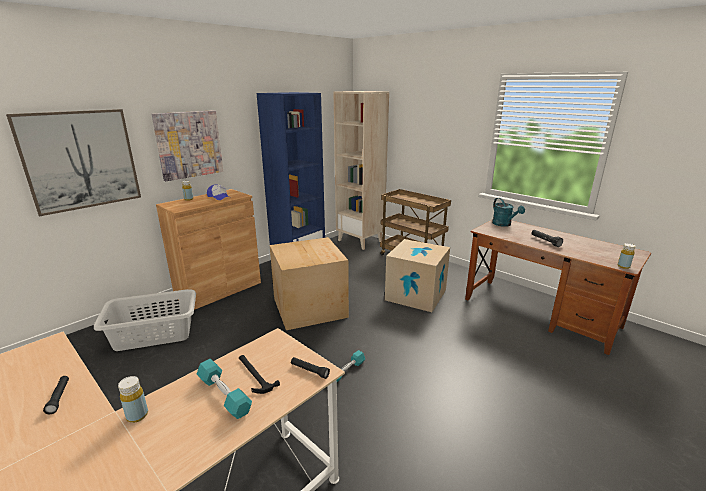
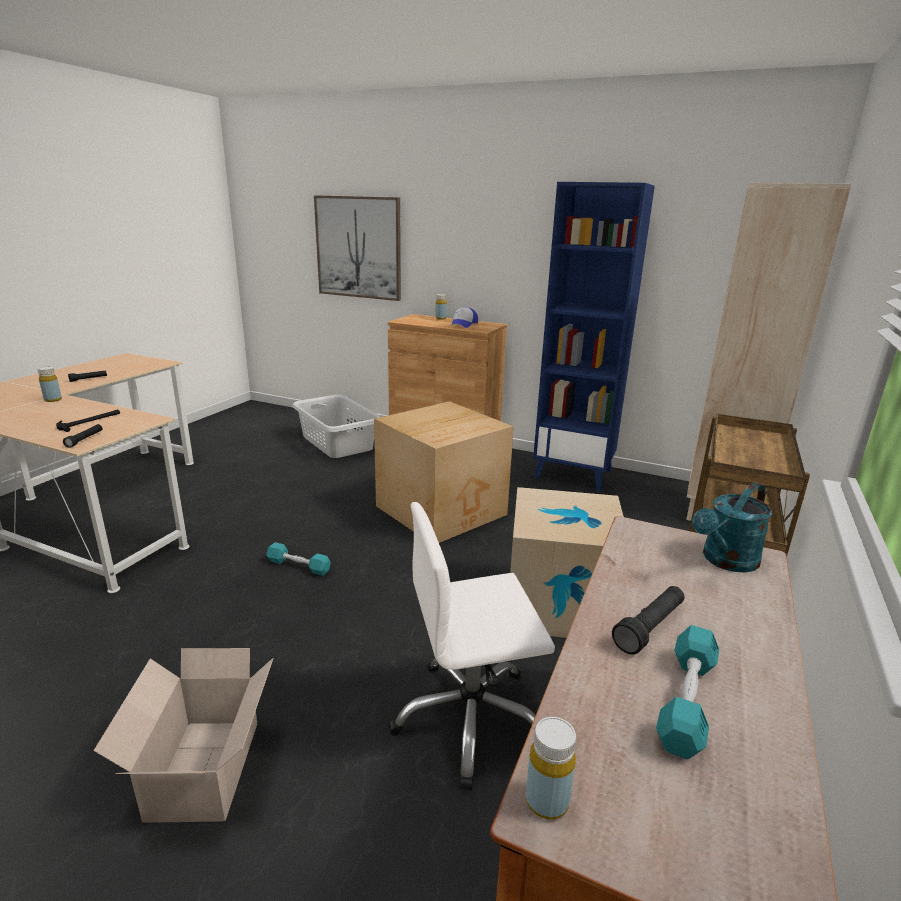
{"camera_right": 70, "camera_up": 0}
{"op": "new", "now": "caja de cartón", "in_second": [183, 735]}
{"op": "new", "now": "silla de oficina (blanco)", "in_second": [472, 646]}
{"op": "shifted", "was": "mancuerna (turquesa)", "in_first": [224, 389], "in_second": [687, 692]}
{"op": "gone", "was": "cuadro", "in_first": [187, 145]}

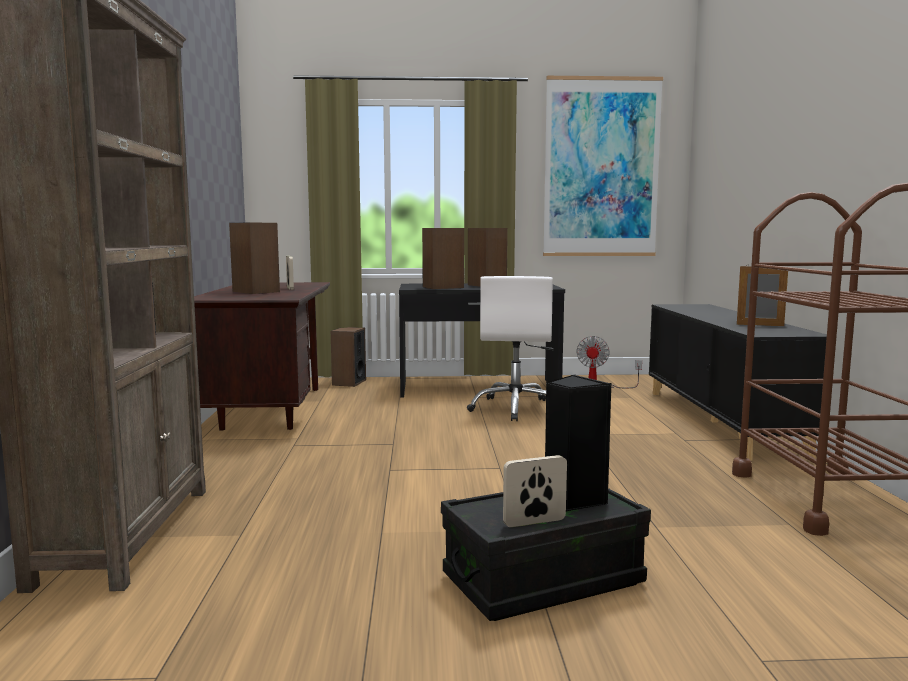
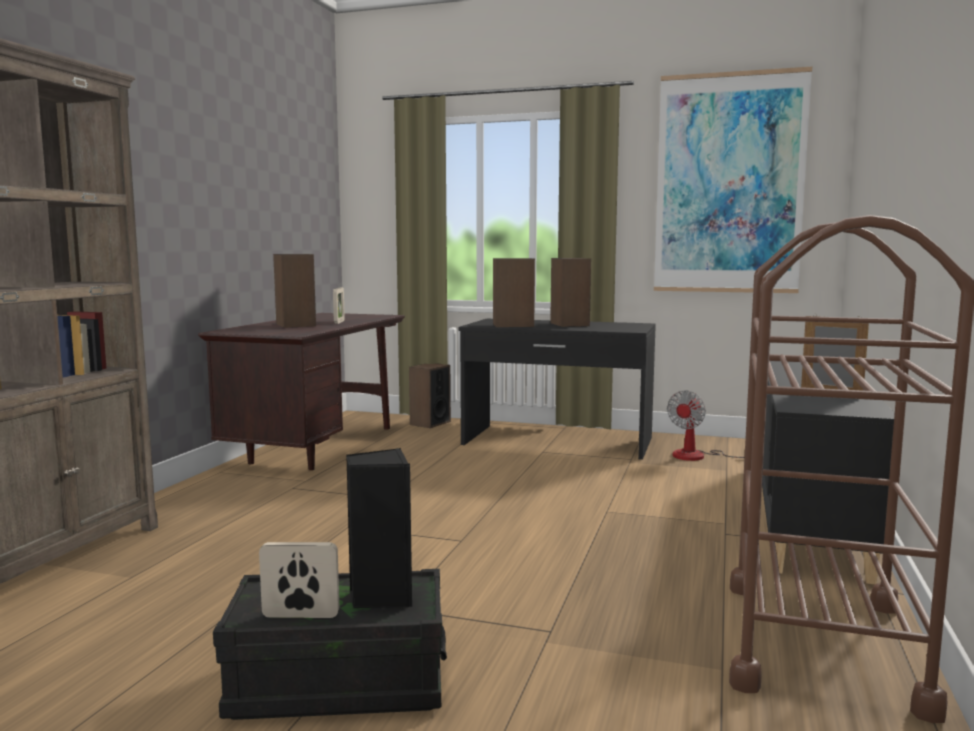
{"camera_right": 20, "camera_up": 0}
{"op": "gone", "was": "silla de oficina (blanco)", "in_first": [510, 348]}

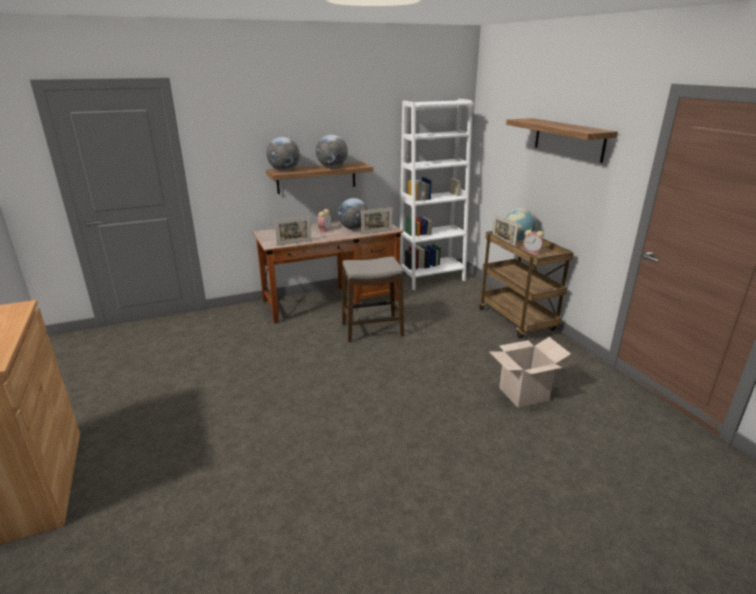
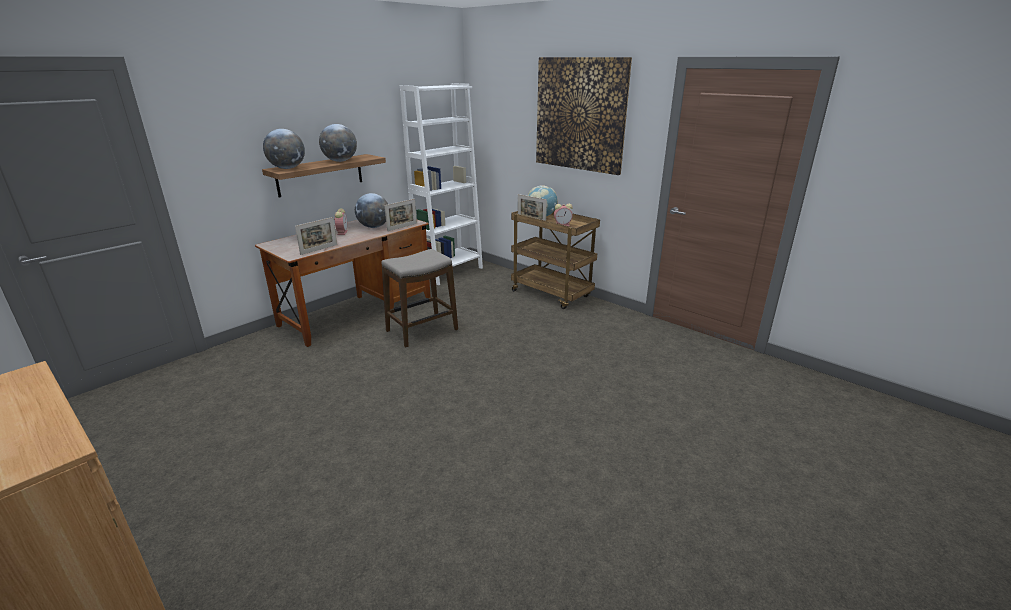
{"camera_right": -25, "camera_up": 0}
{"op": "swapped", "was": "estante", "now": "cuadro", "in_first": [562, 140], "in_second": [584, 116]}
{"op": "gone", "was": "caja de cartón", "in_first": [530, 372]}

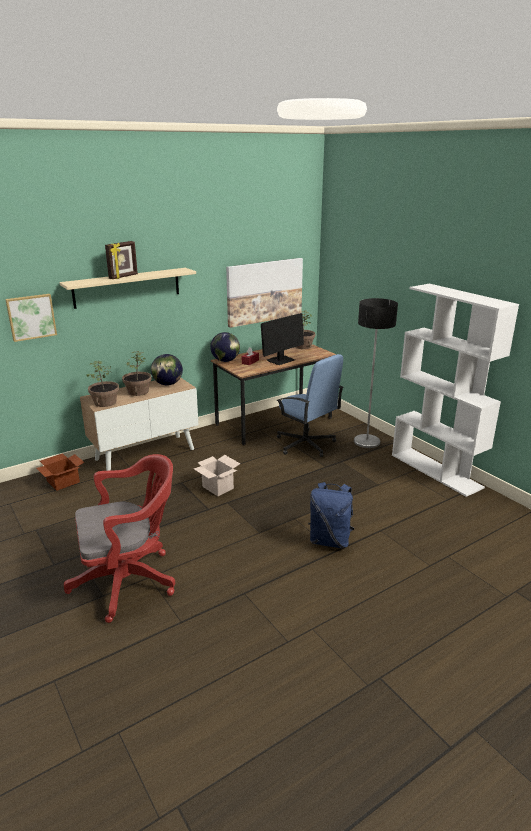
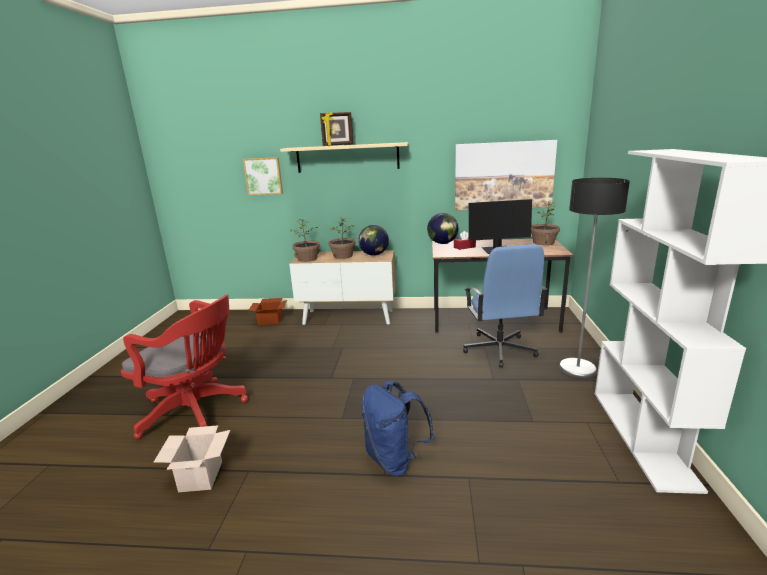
{"camera_right": 40, "camera_up": -5}
{"op": "shifted", "was": "caja de cartón", "in_first": [217, 475], "in_second": [191, 458]}

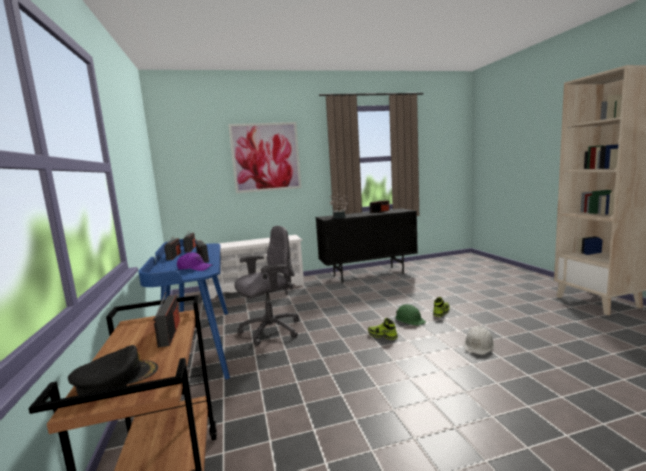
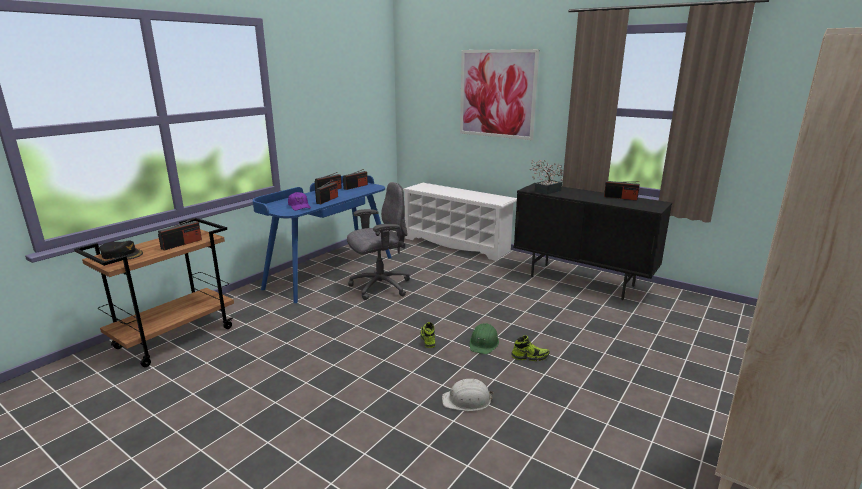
{"camera_right": 50, "camera_up": 10}
{"op": "rotated", "was": "silla de oficina (gris)", "in_first": [266, 286], "in_second": [378, 241], "clockwise": -45}

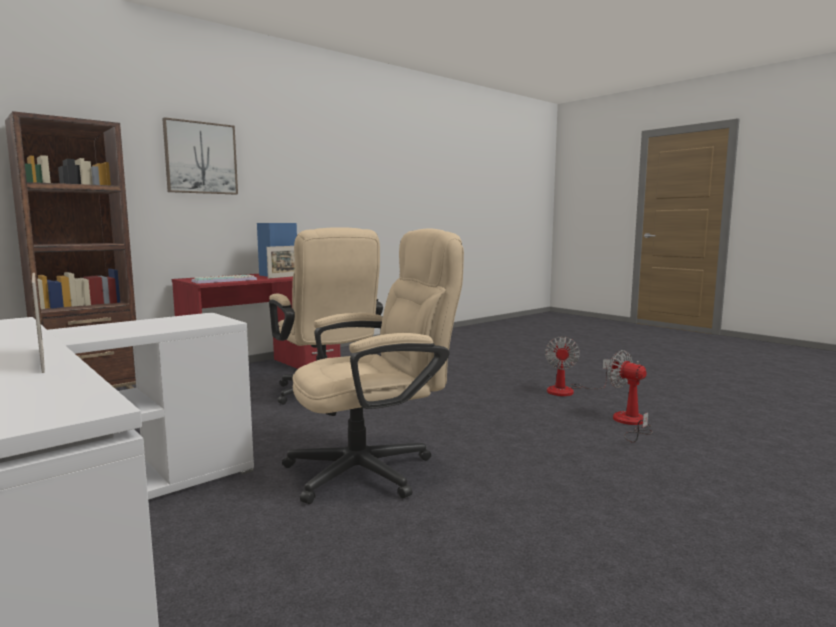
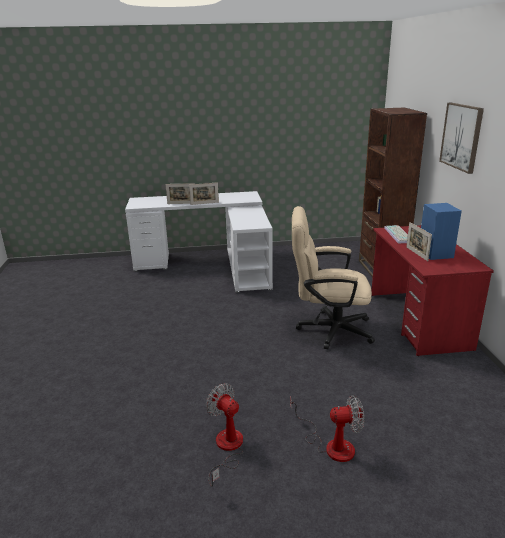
{"camera_right": 125, "camera_up": 15}
{"op": "new", "now": "portarretratos", "in_second": [204, 193]}
{"op": "shifted", "was": "ventilador", "in_first": [630, 396], "in_second": [327, 428]}
{"op": "gone", "was": "silla de oficina (beis)", "in_first": [373, 366]}

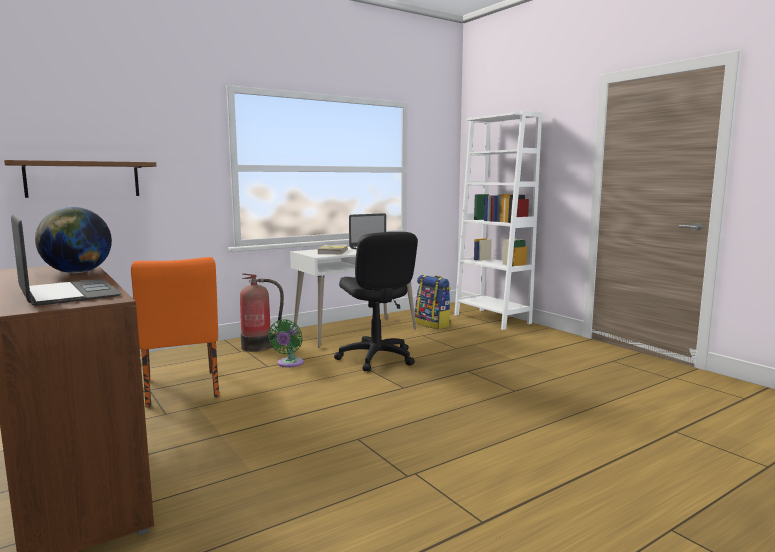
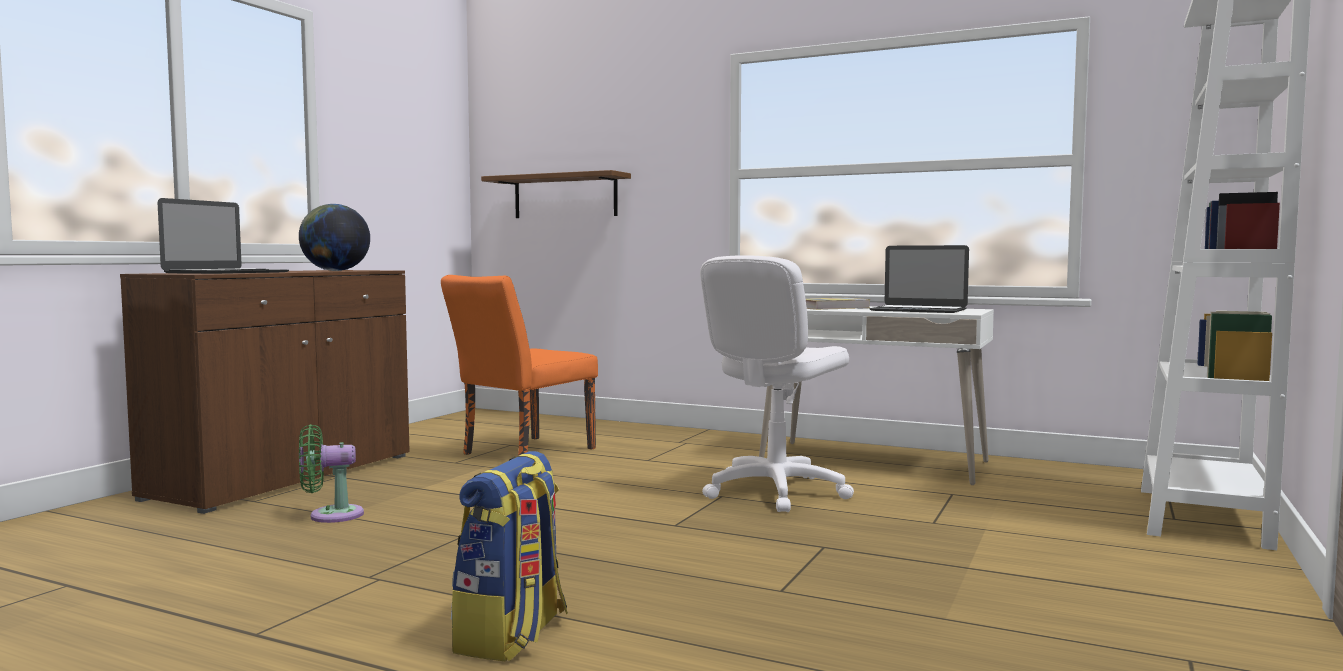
{"camera_right": 60, "camera_up": -5}
{"op": "shifted", "was": "ventilador (verde)", "in_first": [286, 343], "in_second": [331, 473]}
{"op": "shifted", "was": "mochila", "in_first": [433, 302], "in_second": [509, 556]}
{"op": "repainted", "was": "silla de oficina (negro)", "now": "silla de oficina (blanco)", "in_first": [376, 301], "in_second": [777, 383]}
{"op": "gone", "was": "extintor", "in_first": [262, 312]}

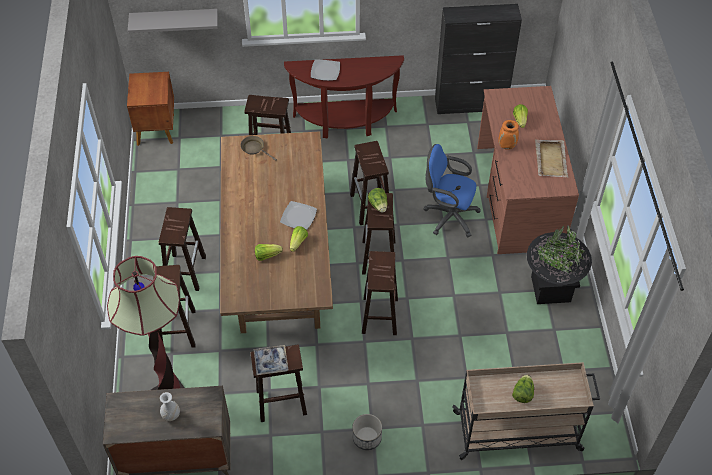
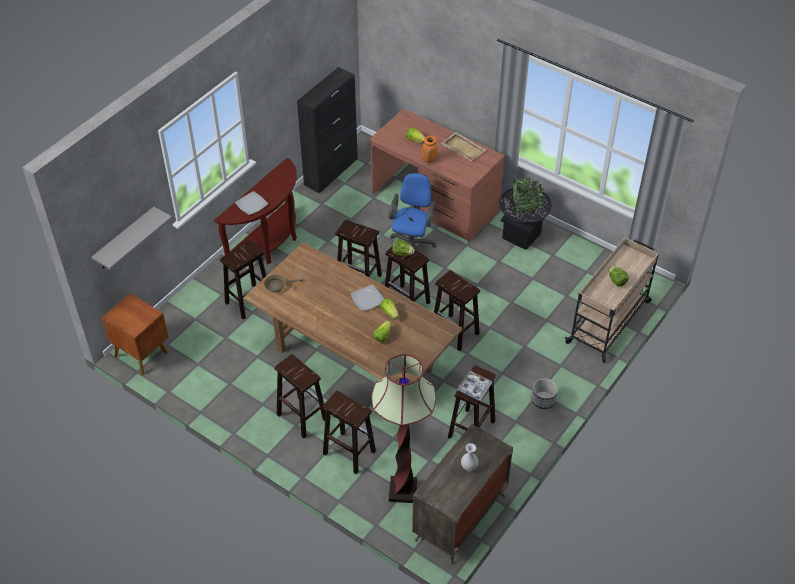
{"camera_right": -50, "camera_up": -5}
{"op": "rotated", "was": "silla de oficina (azul)", "in_first": [452, 190], "in_second": [412, 212], "clockwise": 135}

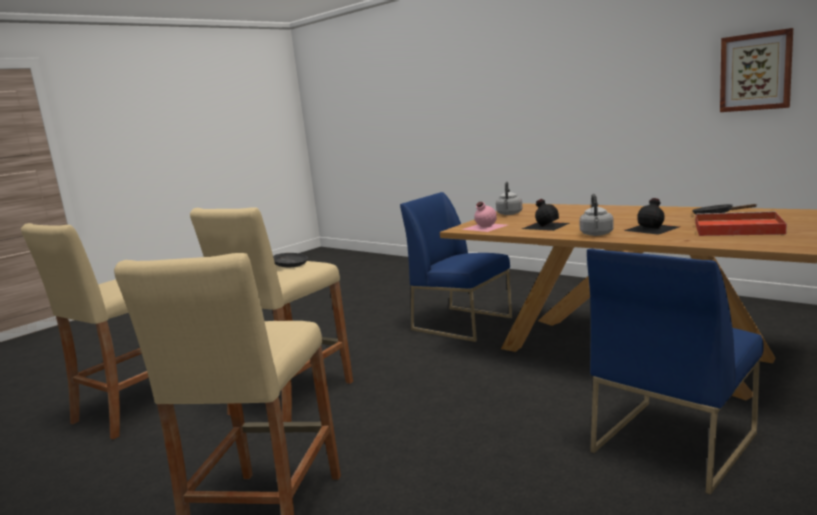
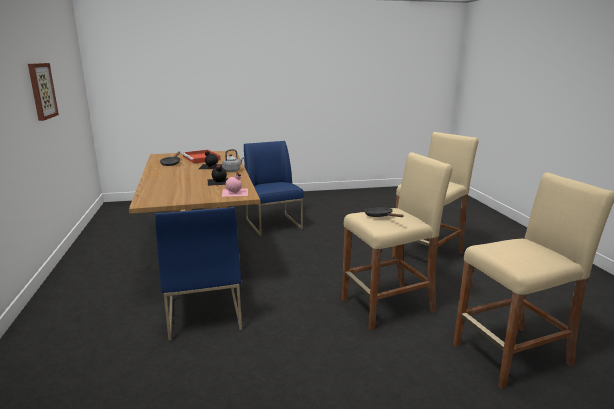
{"camera_right": -145, "camera_up": 5}
{"op": "rotated", "was": "silla (azul)", "in_first": [675, 372], "in_second": [274, 188], "clockwise": -105}
{"op": "gone", "was": "hervidor (gris)", "in_first": [509, 198]}

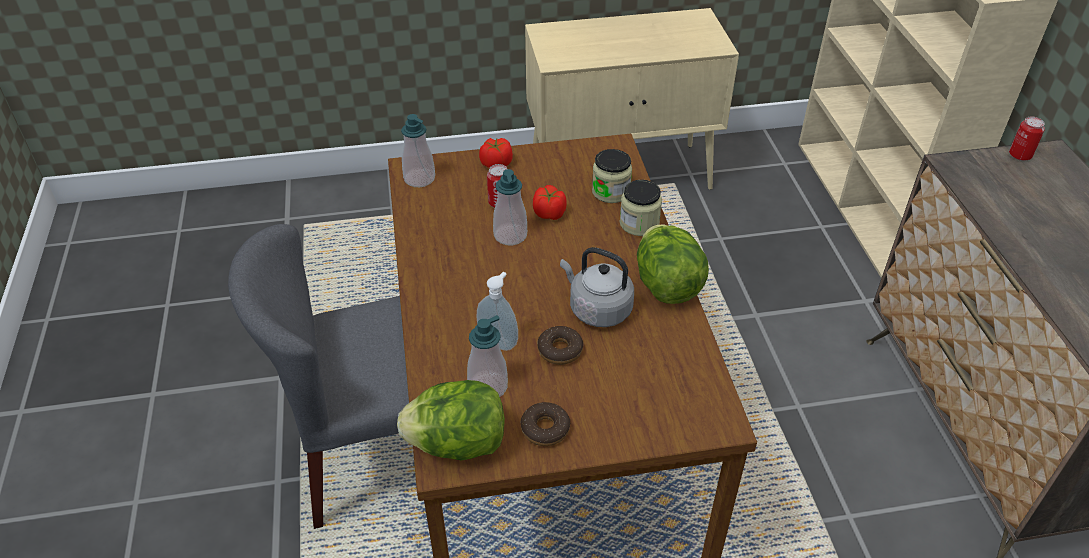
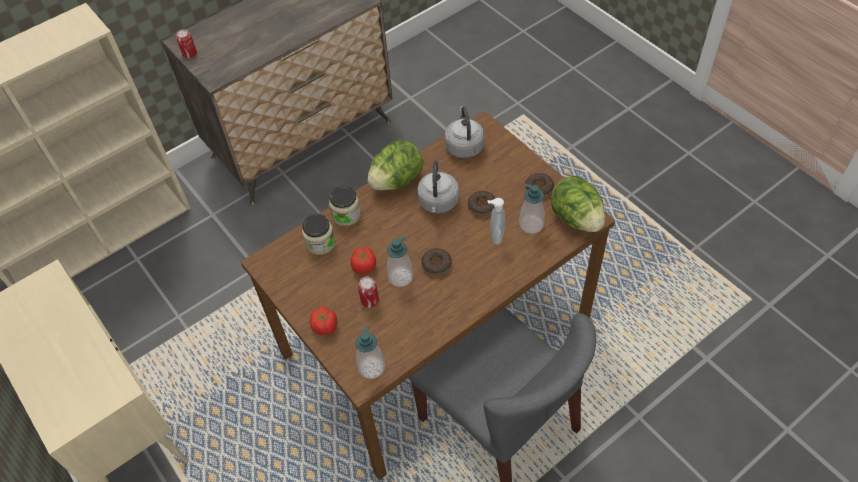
{"camera_right": -115, "camera_up": 10}
{"op": "new", "now": "rosquilla", "in_second": [436, 261]}
{"op": "new", "now": "hervidor (gris)", "in_second": [464, 132]}

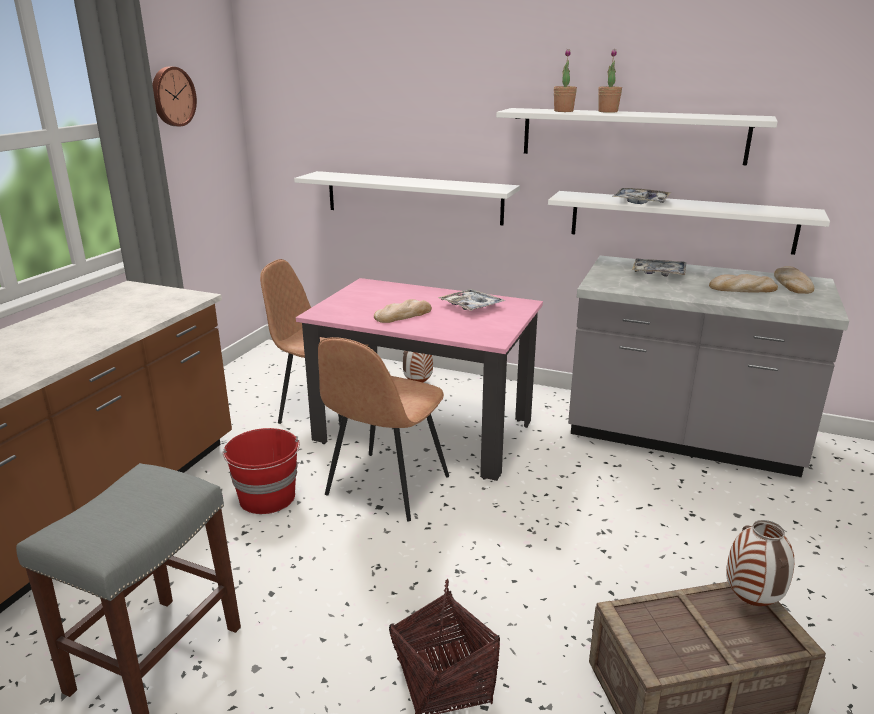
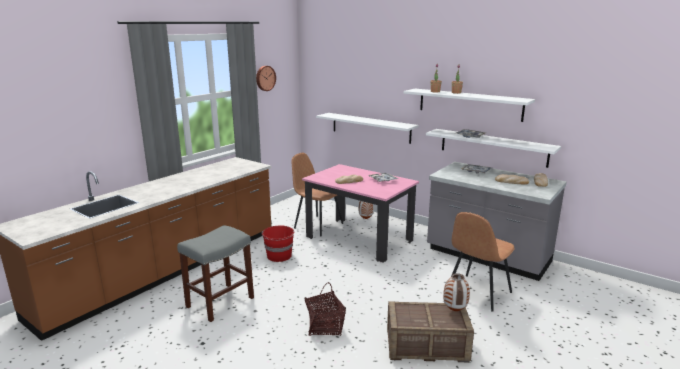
{"camera_right": 15, "camera_up": -5}
{"op": "shifted", "was": "silla (marrón)", "in_first": [383, 429], "in_second": [483, 261]}

